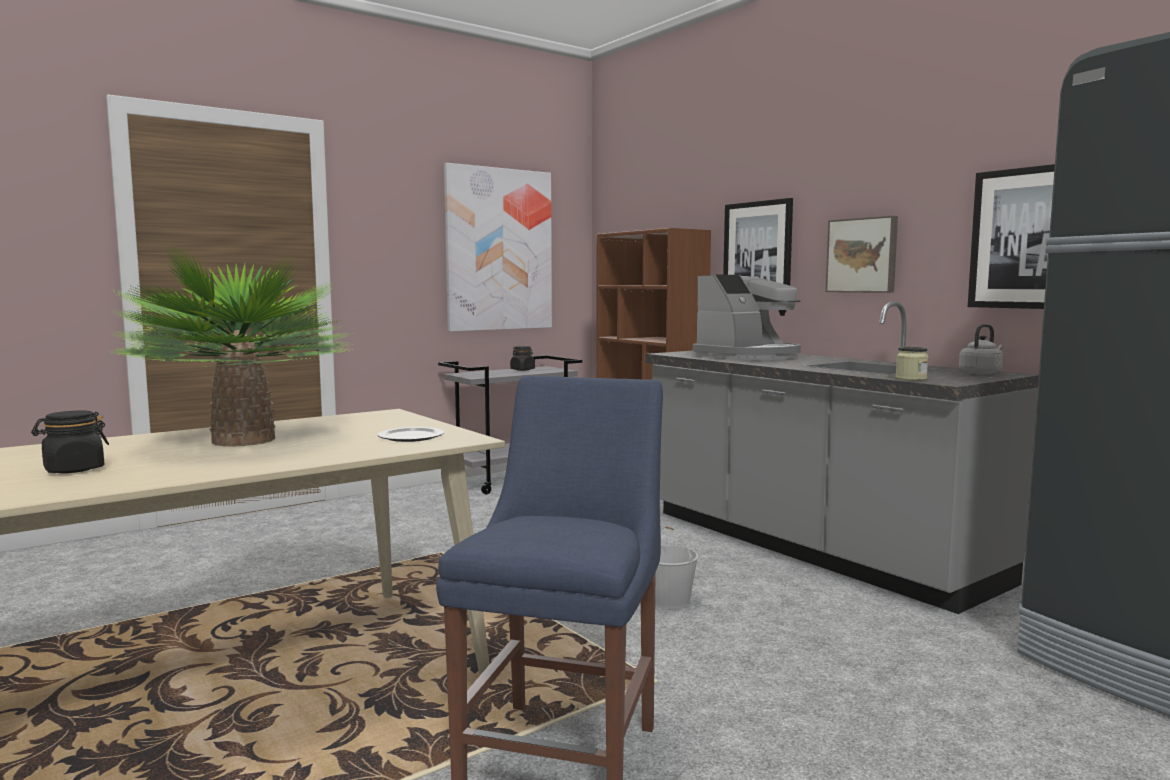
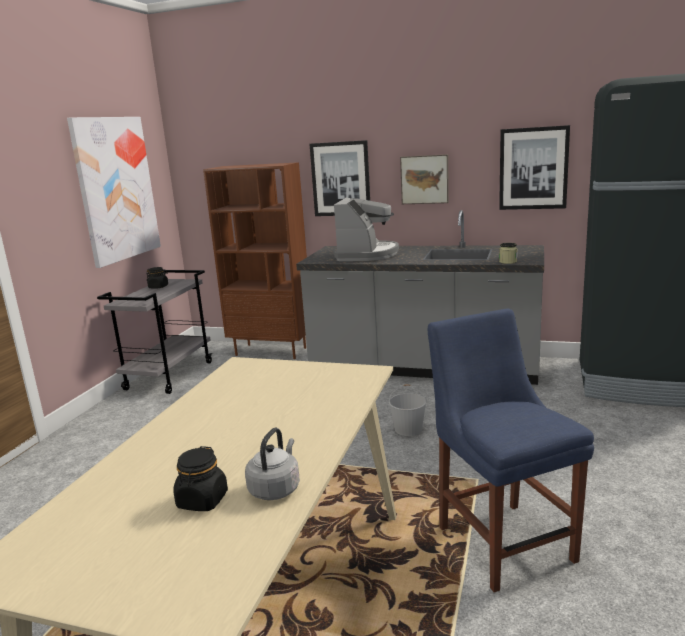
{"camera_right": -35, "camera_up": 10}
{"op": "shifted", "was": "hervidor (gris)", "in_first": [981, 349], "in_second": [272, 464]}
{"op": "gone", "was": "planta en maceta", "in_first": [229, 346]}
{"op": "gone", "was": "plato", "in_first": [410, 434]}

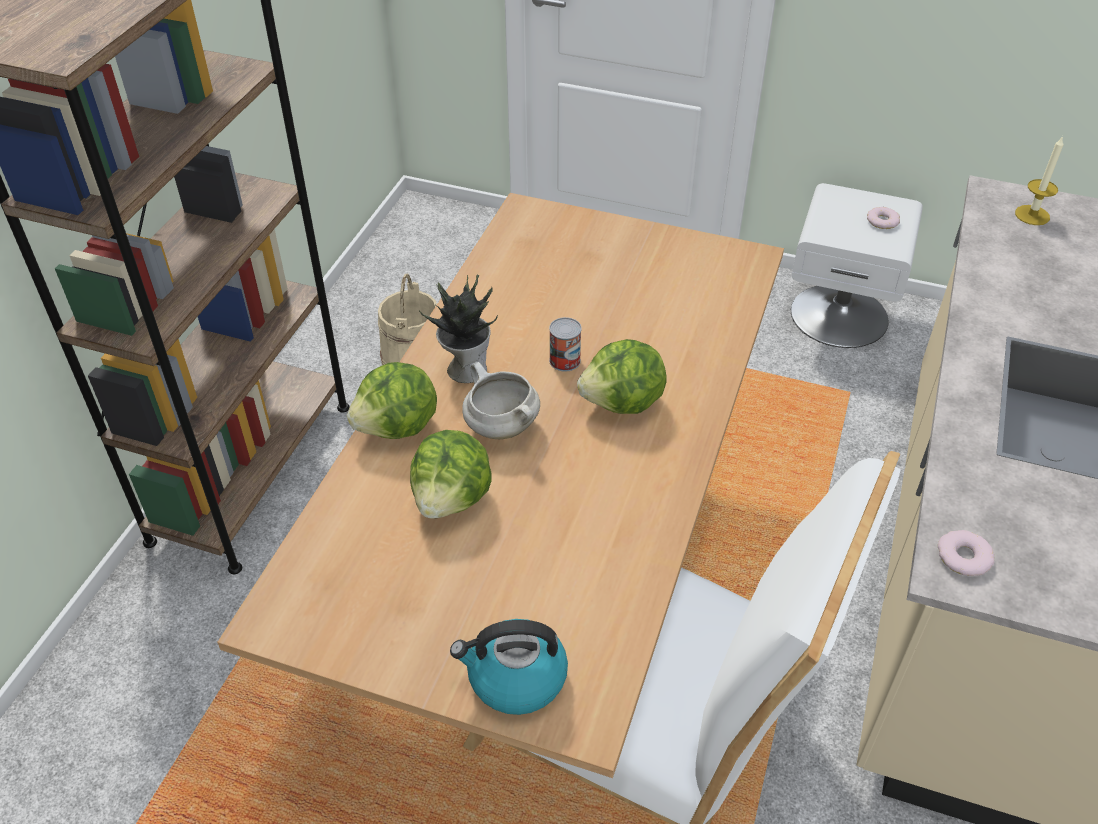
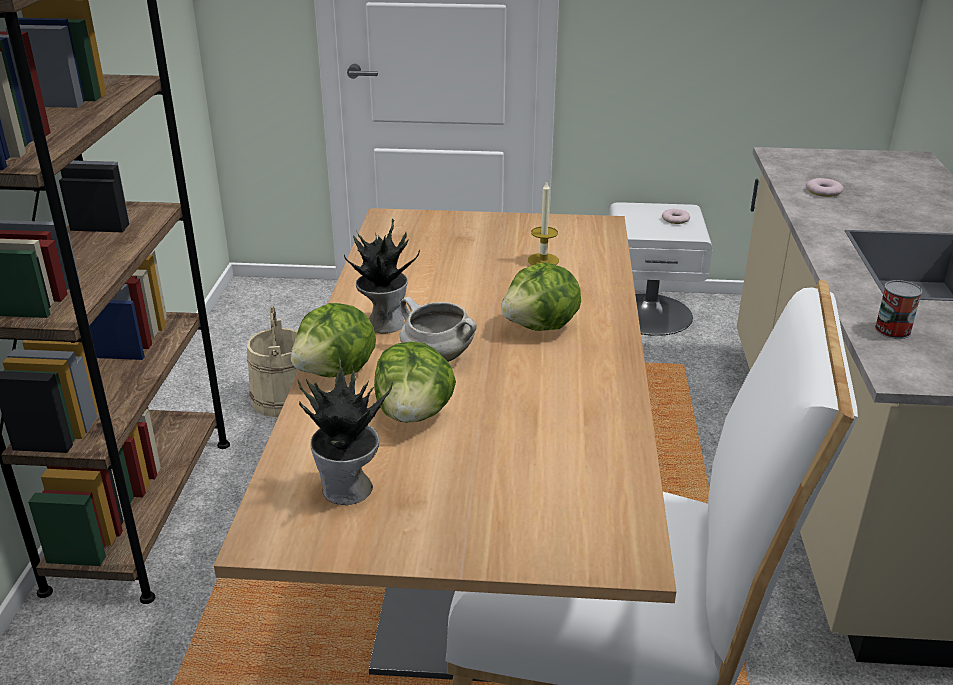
{"camera_right": -15, "camera_up": -15}
{"op": "new", "now": "planta en maceta", "in_second": [345, 431]}
{"op": "shifted", "was": "vela", "in_first": [1039, 180], "in_second": [543, 223]}
{"op": "shifted", "was": "rosquilla", "in_first": [966, 553], "in_second": [825, 187]}
{"op": "shifted", "was": "lata", "in_first": [565, 344], "in_second": [898, 309]}
{"op": "gone", "was": "hervidor", "in_first": [509, 667]}

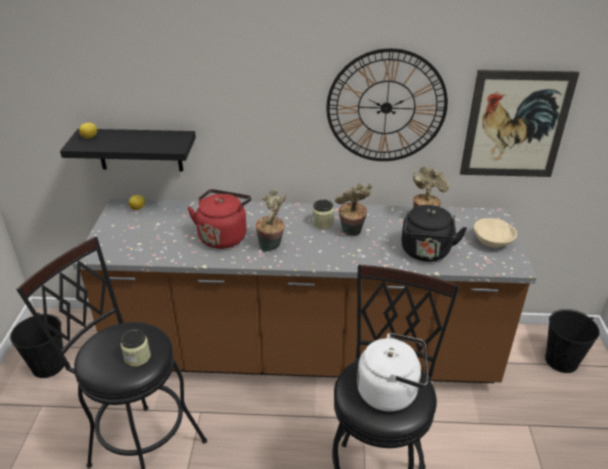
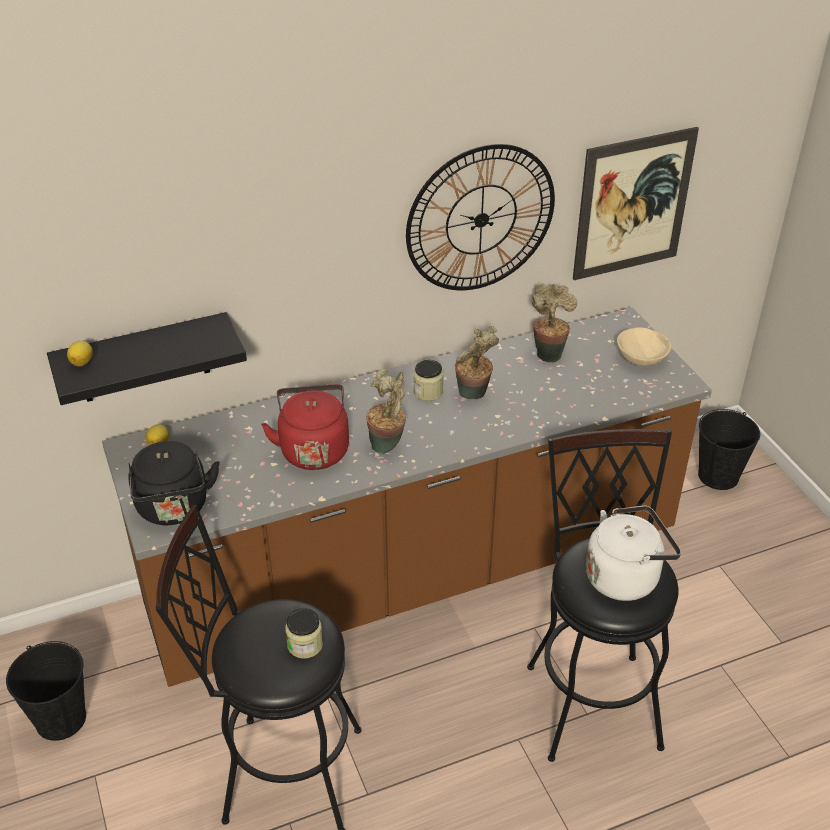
{"camera_right": -25, "camera_up": 5}
{"op": "shifted", "was": "hervidor (negro)", "in_first": [434, 233], "in_second": [174, 483]}

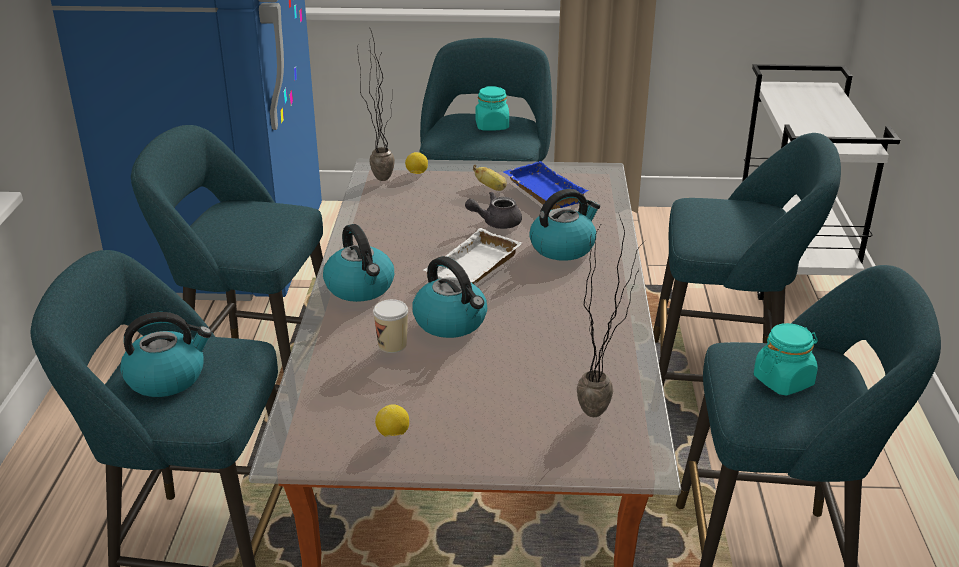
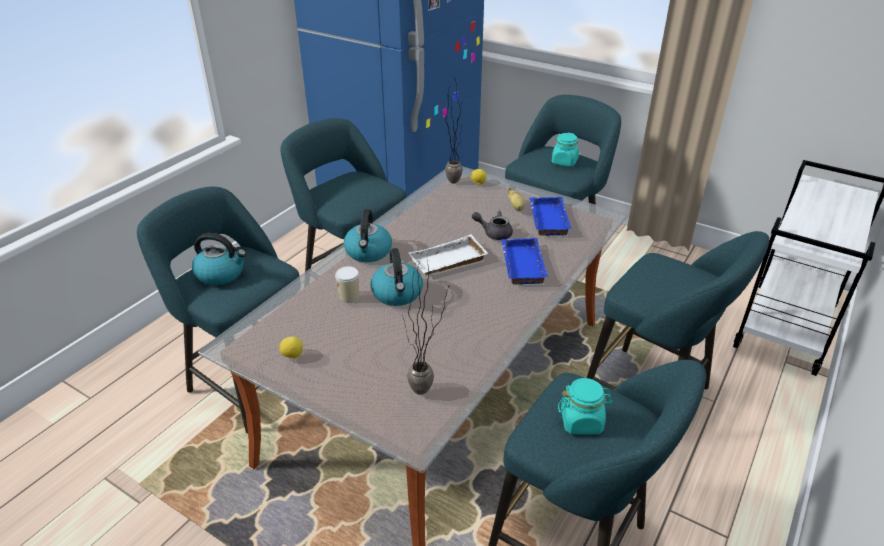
{"camera_right": 30, "camera_up": 5}
{"op": "swapped", "was": "hervidor", "now": "bandeja (azul)", "in_first": [564, 225], "in_second": [524, 261]}

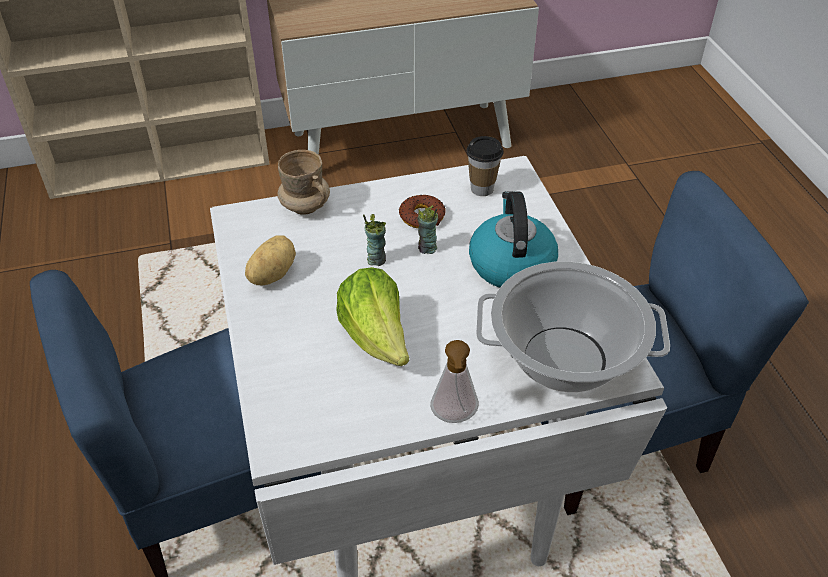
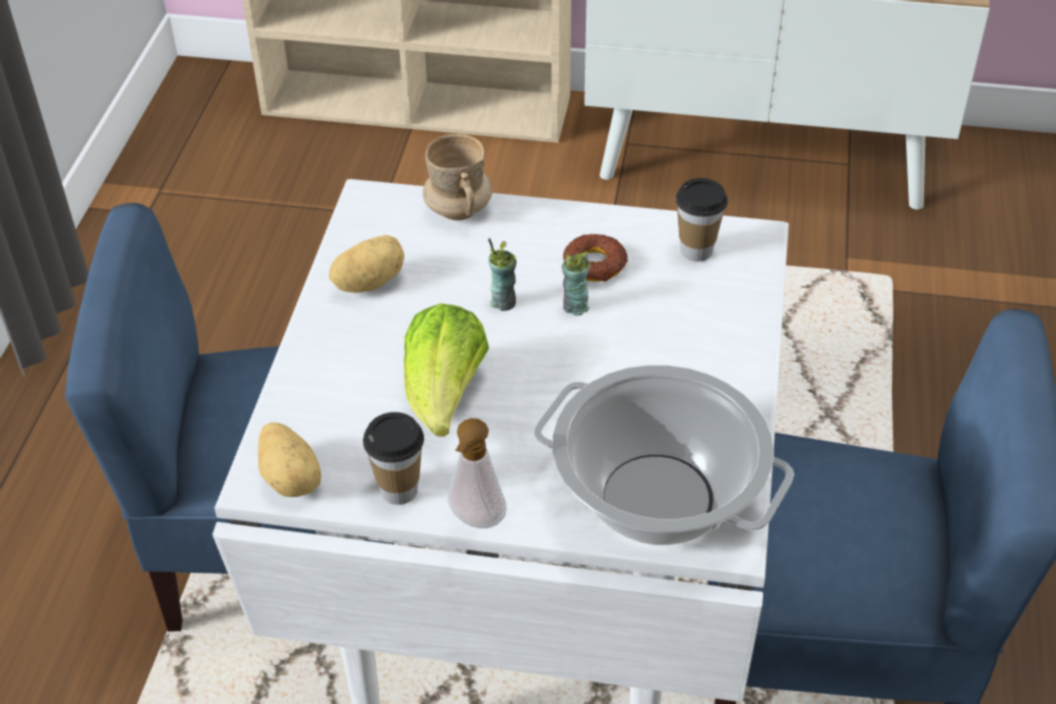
{"camera_right": 25, "camera_up": 0}
{"op": "new", "now": "patata", "in_second": [289, 460]}
{"op": "new", "now": "taza", "in_second": [393, 458]}
{"op": "gone", "was": "hervidor", "in_first": [513, 239]}

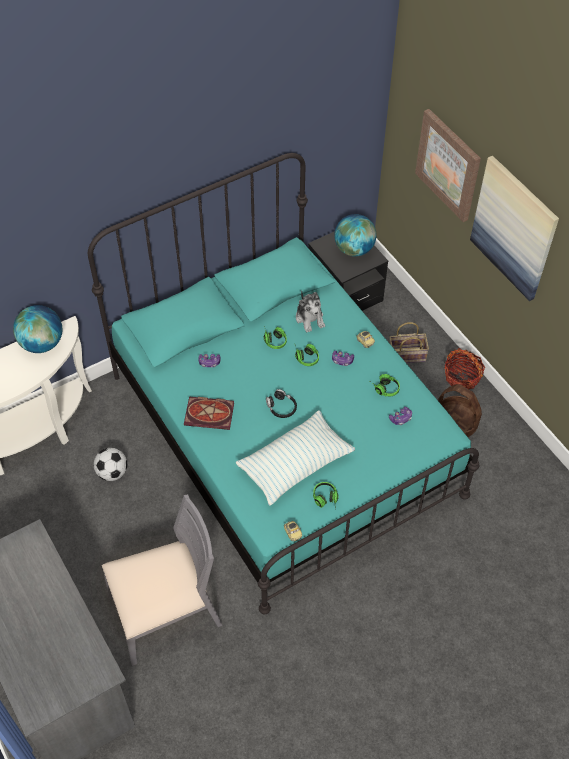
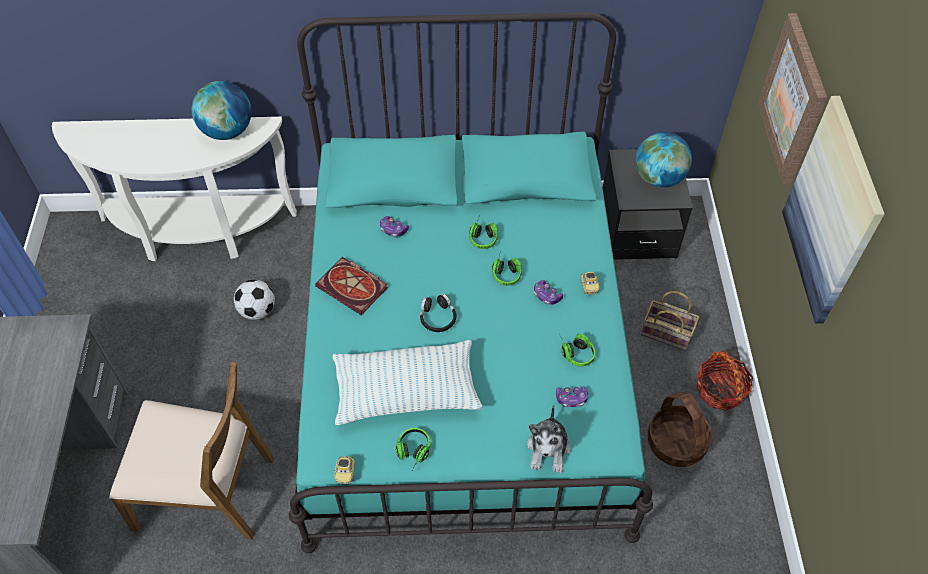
{"camera_right": 30, "camera_up": 0}
{"op": "repainted", "was": "silla (gris)", "now": "silla (marrón)", "in_first": [162, 580], "in_second": [191, 450]}
{"op": "shifted", "was": "peluche", "in_first": [310, 312], "in_second": [549, 439]}

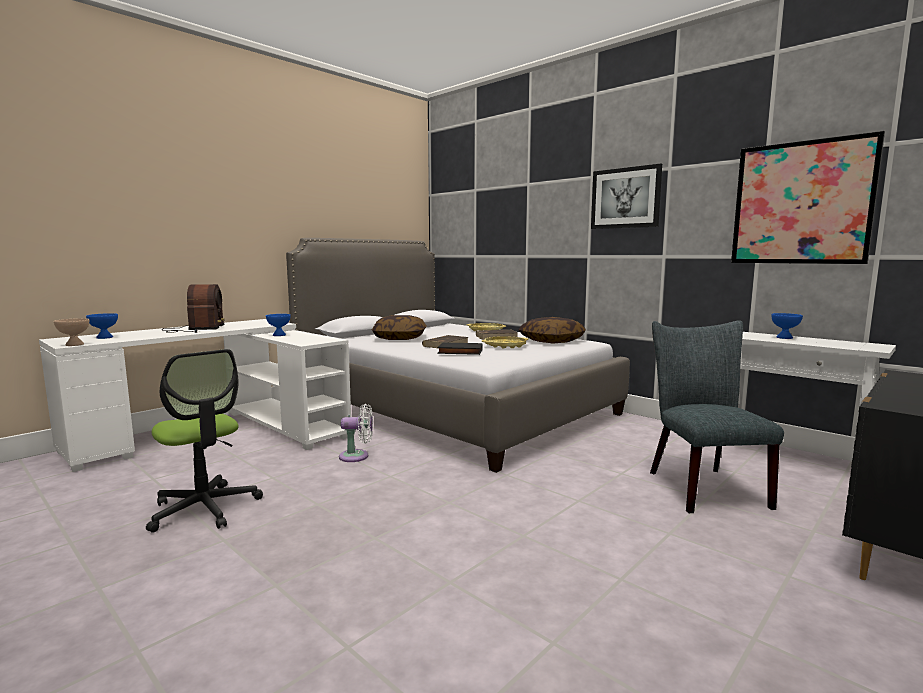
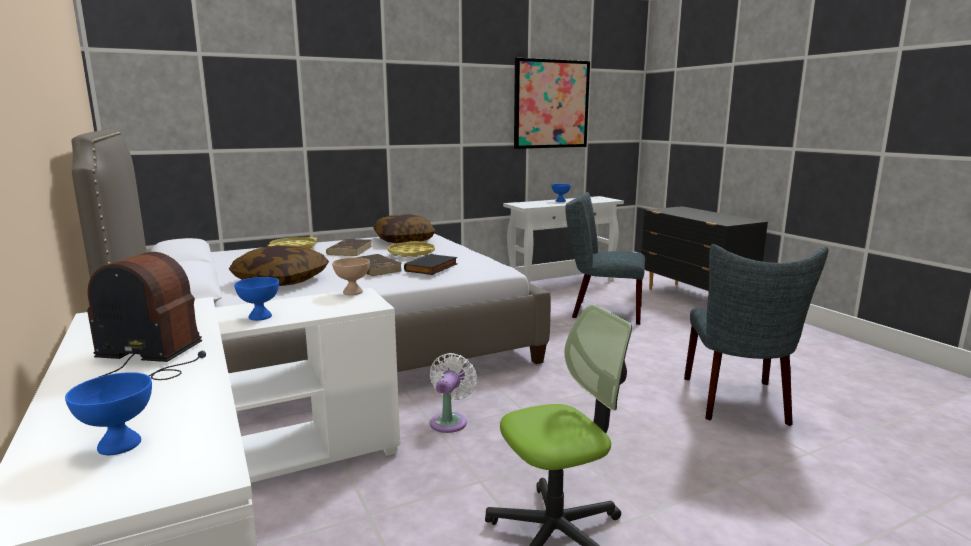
{"camera_right": -70, "camera_up": 5}
{"op": "shifted", "was": "cuenco (beis)", "in_first": [71, 332], "in_second": [351, 276]}
{"op": "new", "now": "silla (gris)", "in_second": [756, 335]}
{"op": "gone", "was": "cuadro", "in_first": [626, 196]}

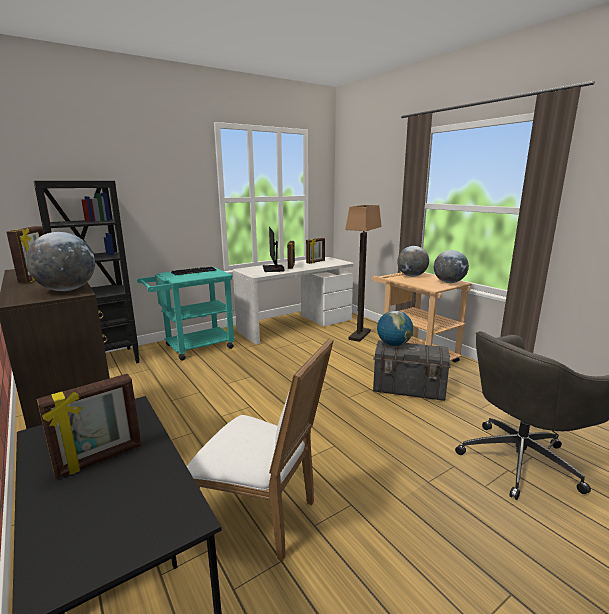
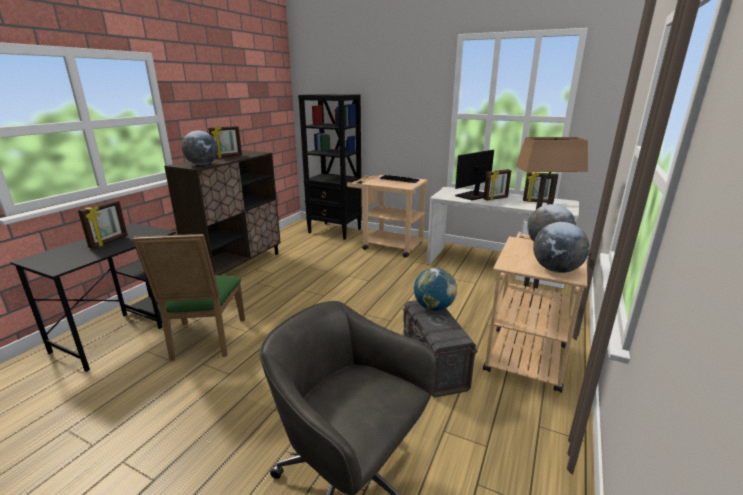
{"camera_right": 60, "camera_up": 5}
{"op": "rotated", "was": "portarretratos", "in_first": [89, 426], "in_second": [103, 224], "clockwise": -90}
{"op": "repainted", "was": "silla (blanco)", "now": "silla (verde)", "in_first": [260, 449], "in_second": [189, 297]}
{"op": "repainted", "was": "carrito (turquesa)", "now": "carrito (beis)", "in_first": [186, 314], "in_second": [387, 216]}

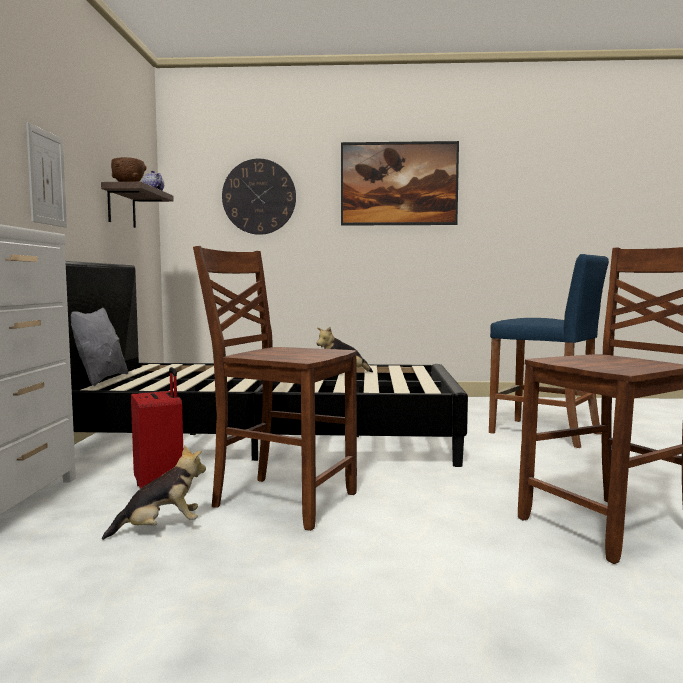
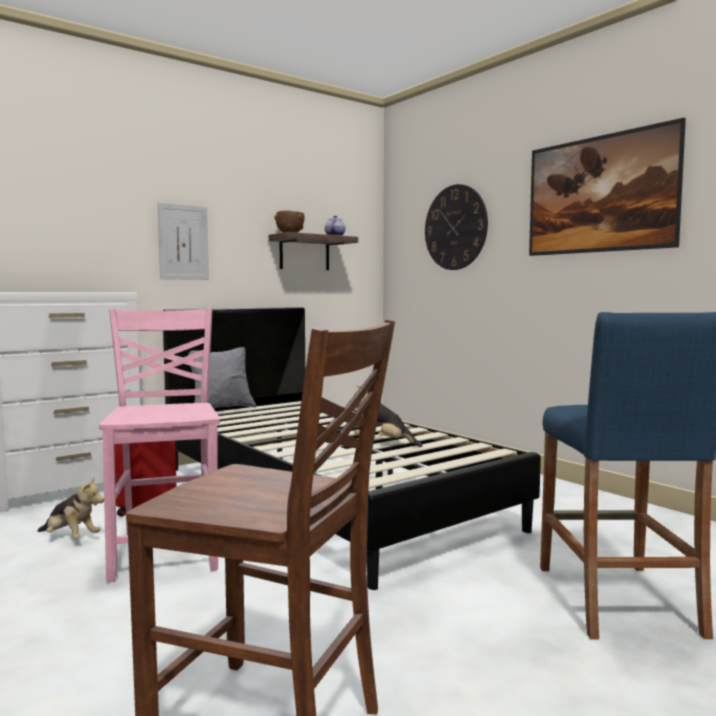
{"camera_right": 50, "camera_up": 0}
{"op": "repainted", "was": "silla (marrón)", "now": "silla (rosa)", "in_first": [275, 388], "in_second": [159, 445]}

